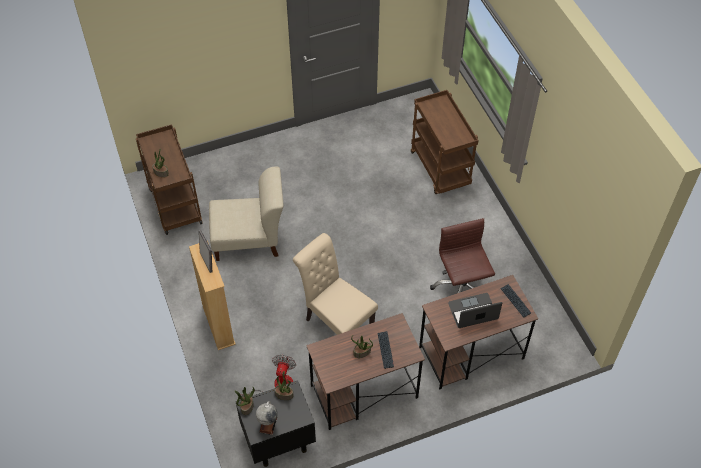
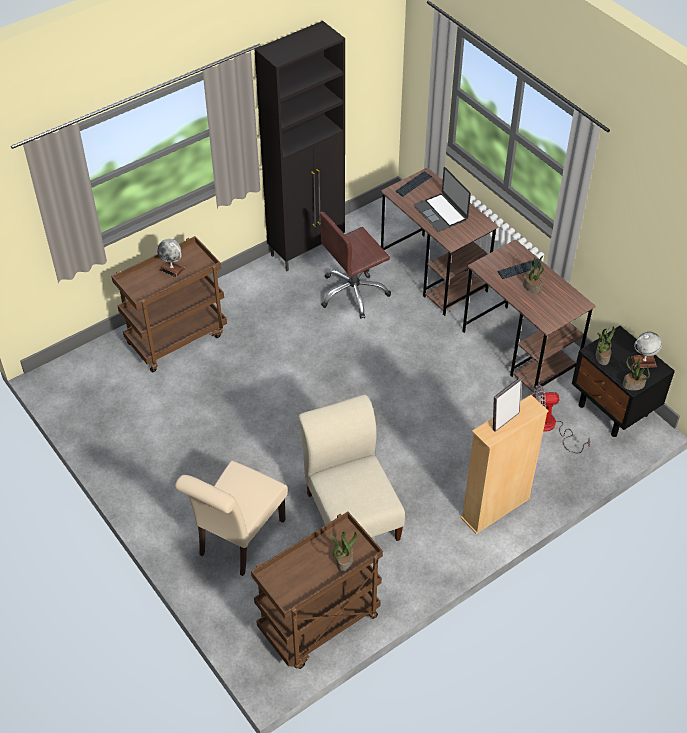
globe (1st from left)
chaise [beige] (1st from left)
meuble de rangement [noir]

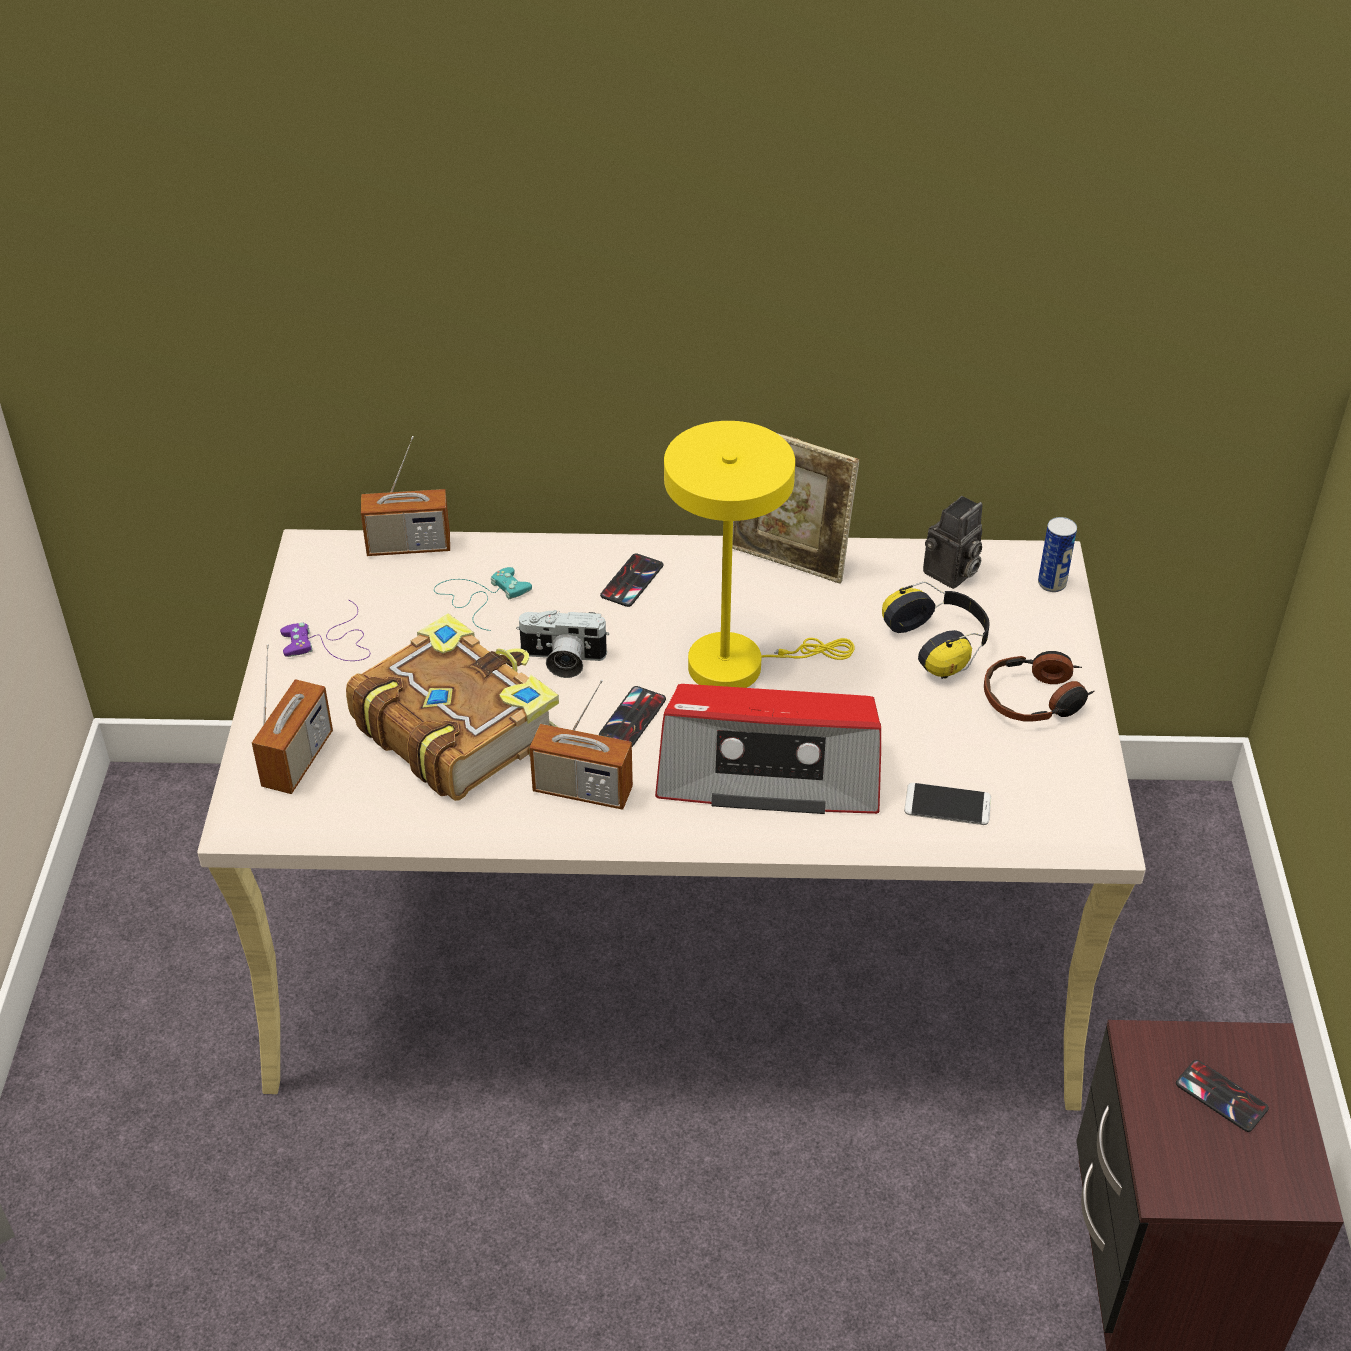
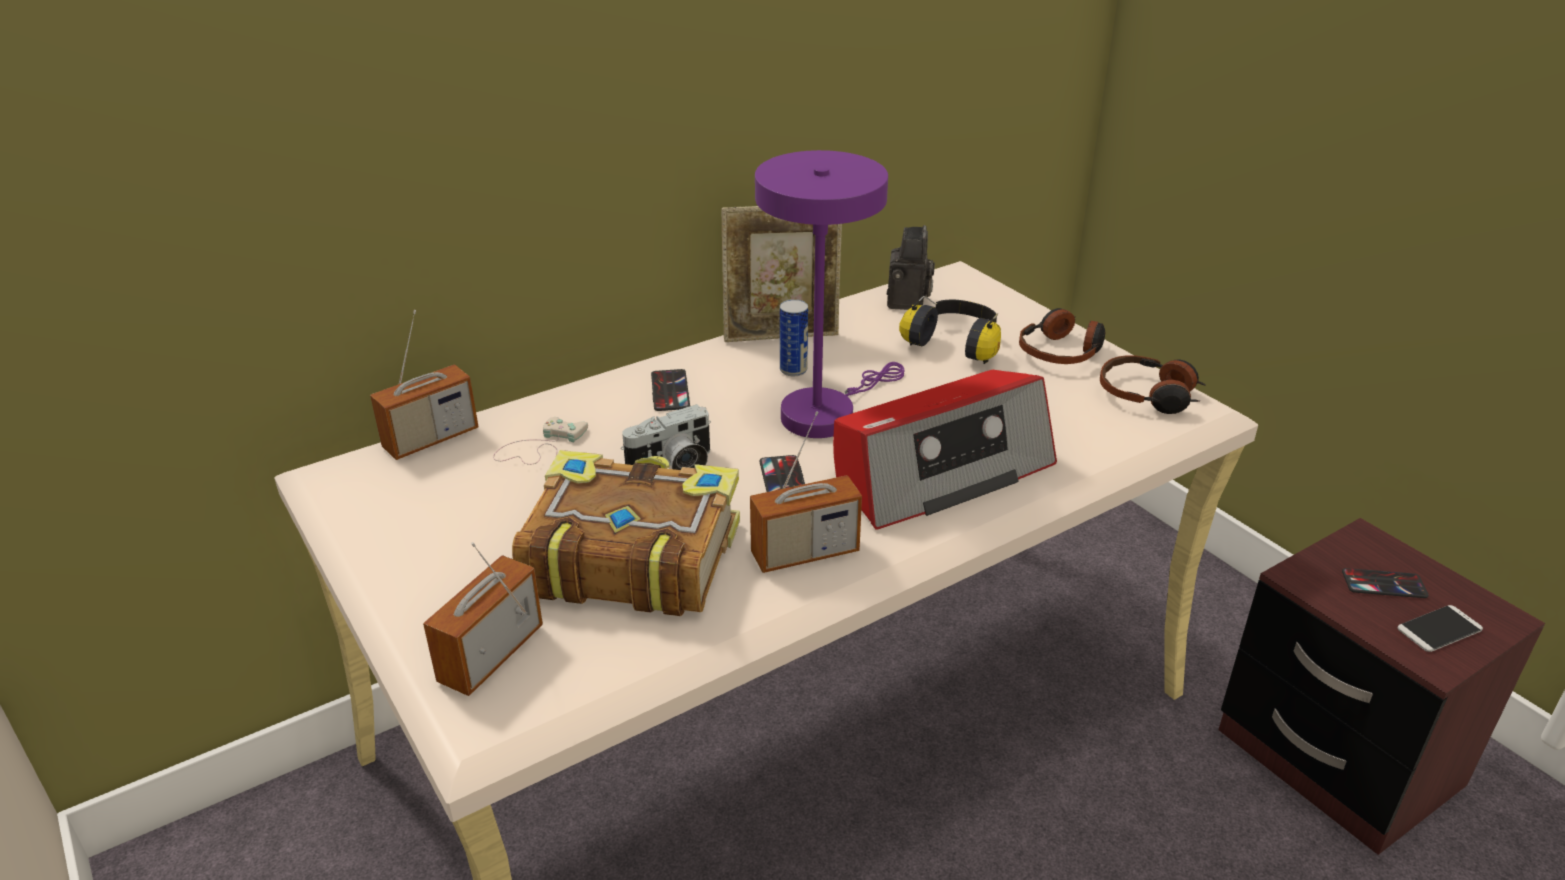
radio (2nd from left)
manette [blanc]
lampe de table [violet]
boîte métallique
casque audio (3rd from left)
téléphone (4th from left)
manette [violet]

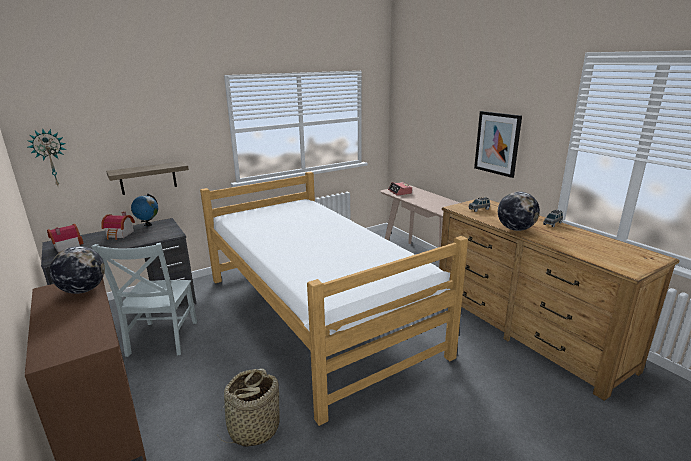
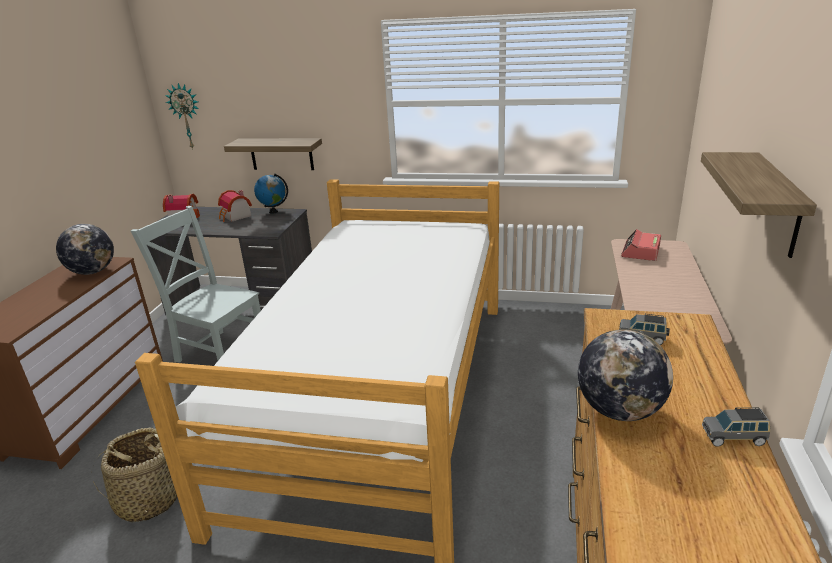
chaise [gris]
étagère (2nd from left)

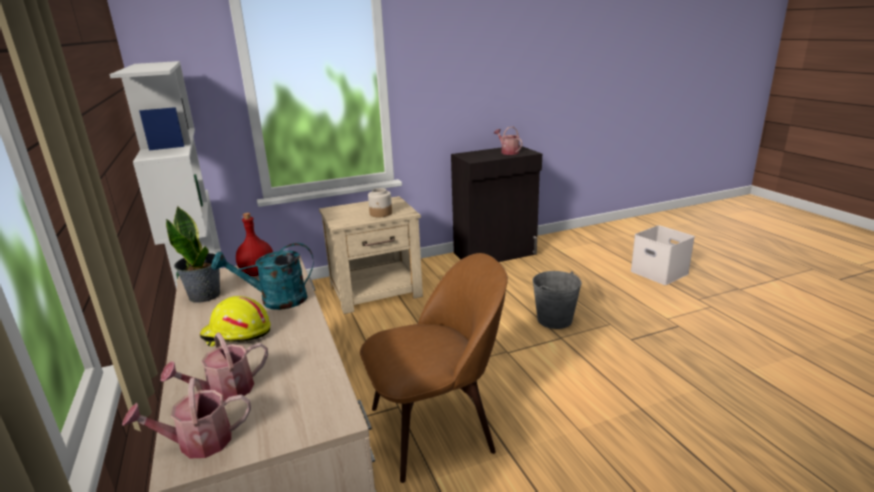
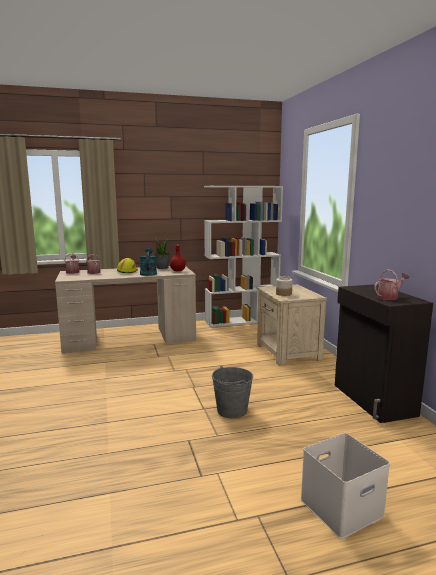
chaise [marron]

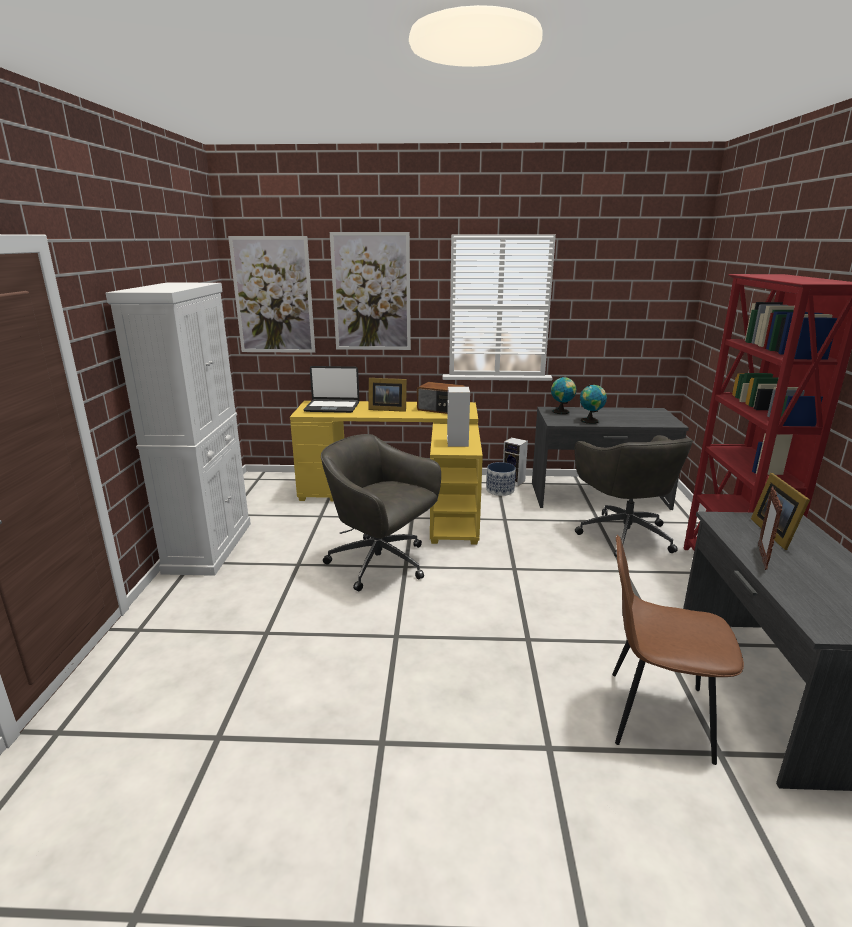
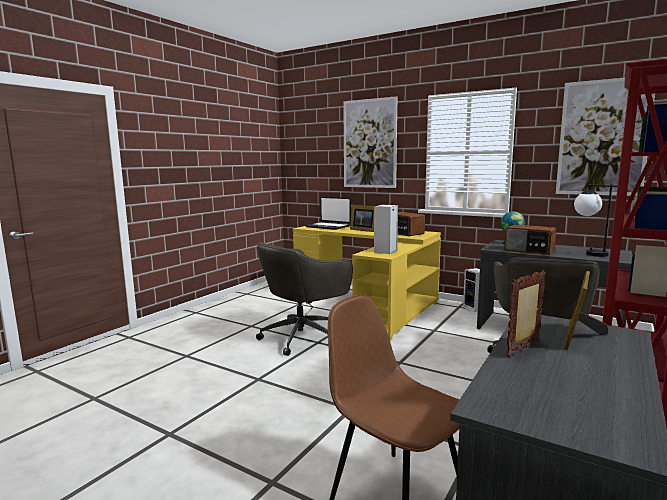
chaise de bureau [gris] (1st from left)
radio (2nd from left)
tableau (2nd from left)
lampe de table
meuble de rangement [blanc]
cache-pot

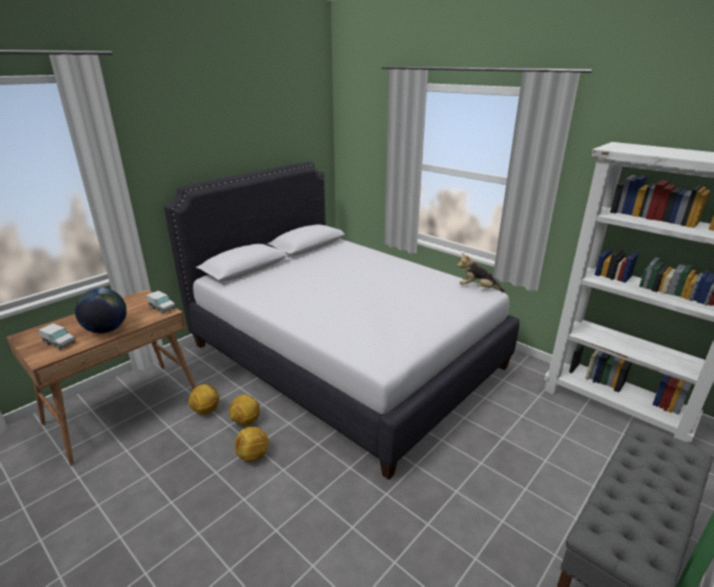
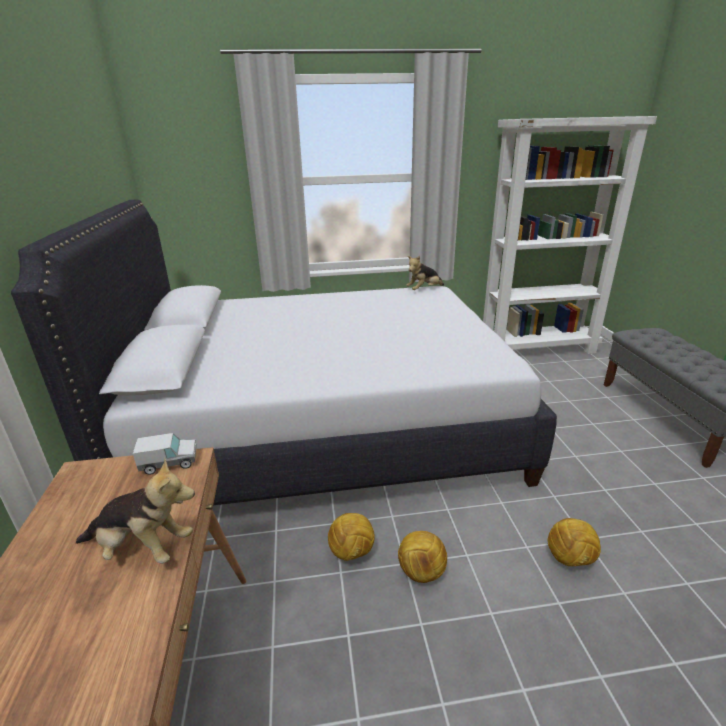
peluche (1st from left)
ballon de foot (3rd from left)
camion jouet (1st from left in the first image)

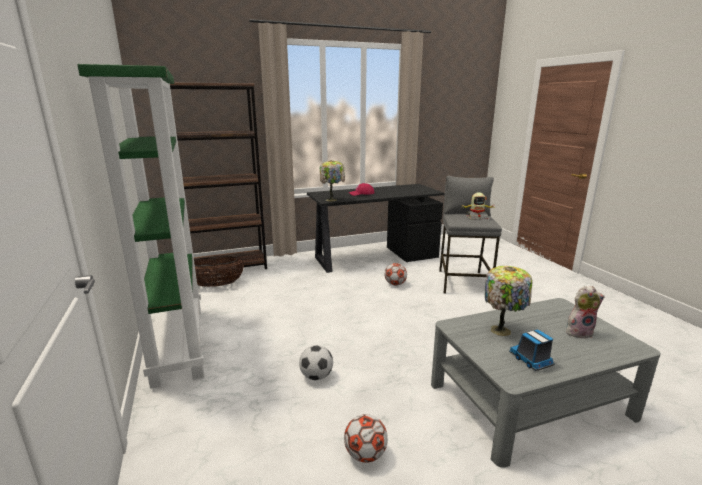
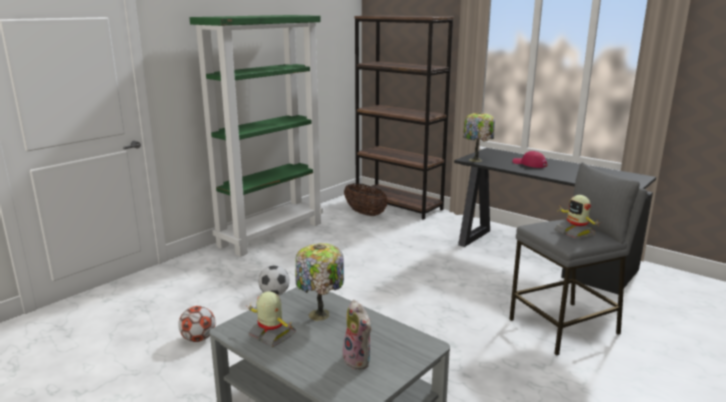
robot jouet (1st from left)
ballon de foot (3rd from left in the first image)

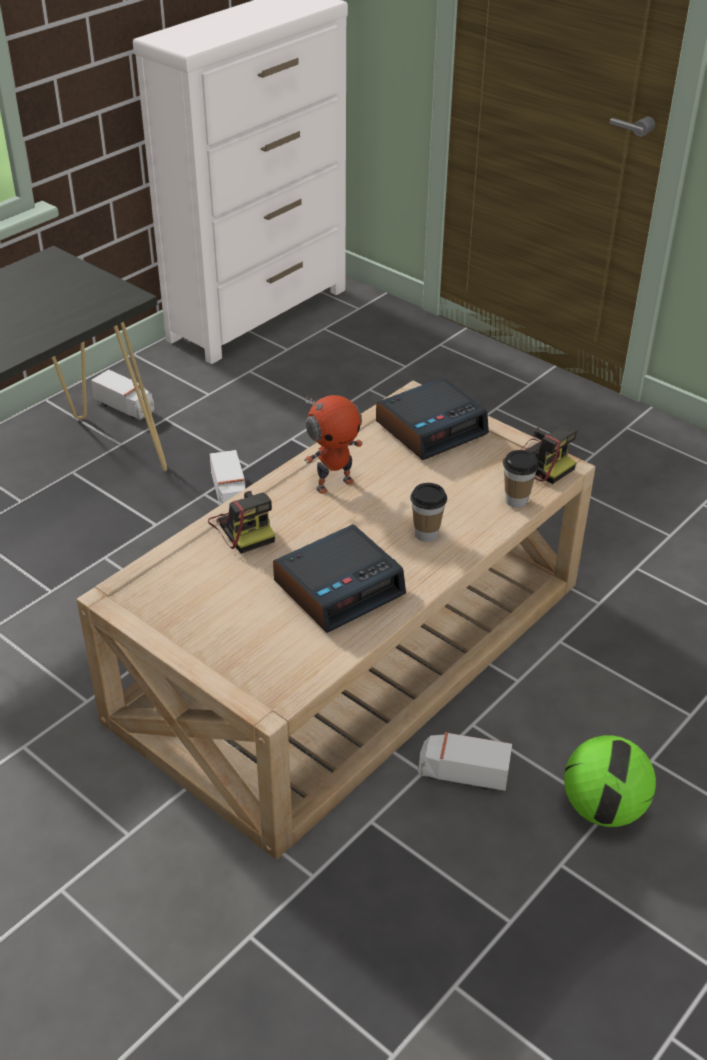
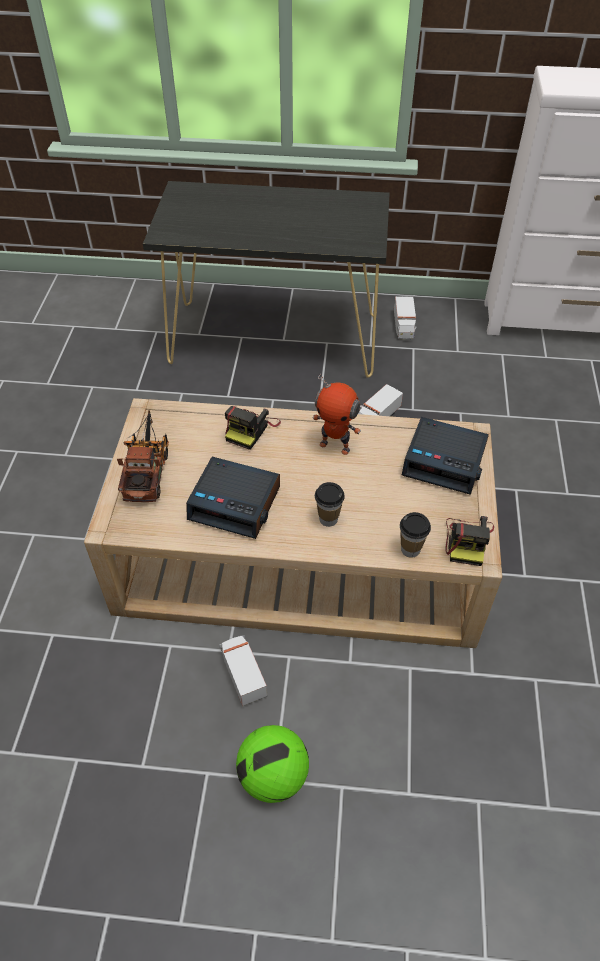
camion jouet (1st from left)

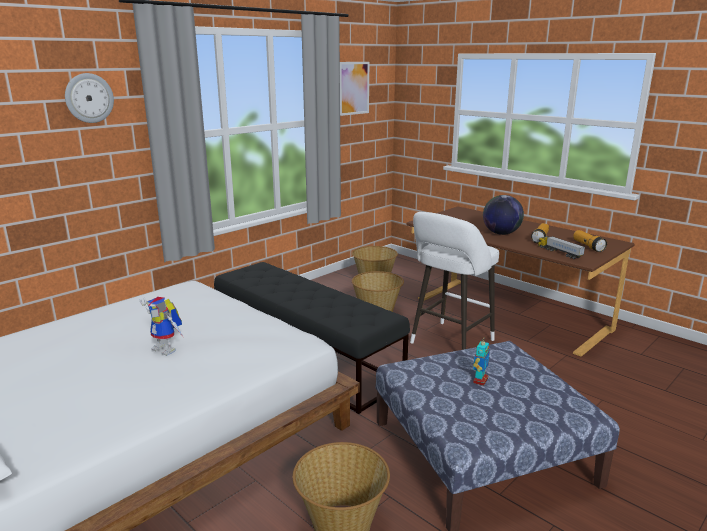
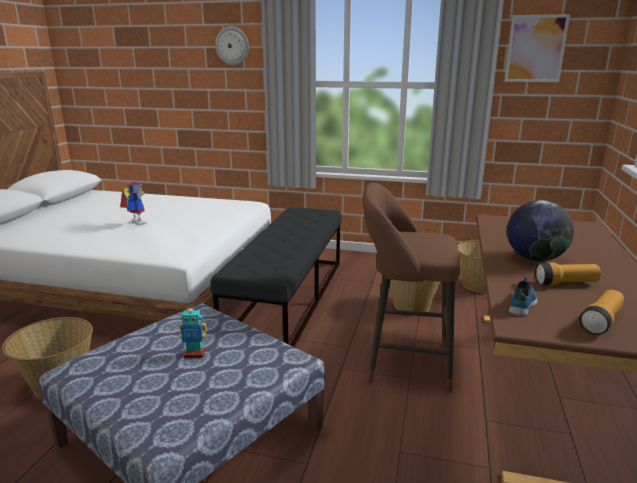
robot jouet (1st from left)
tabouret [marron]
chaussure

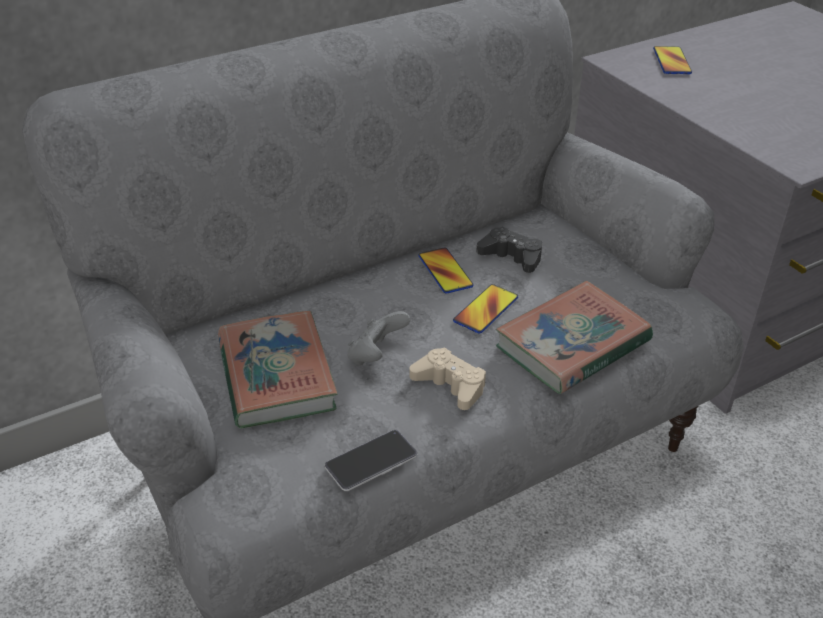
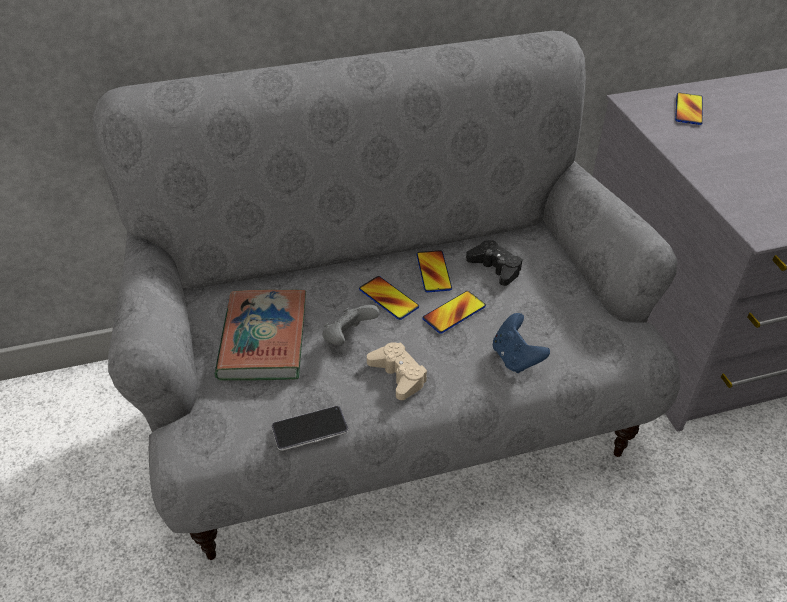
téléphone (2nd from left)
manette [bleu]

